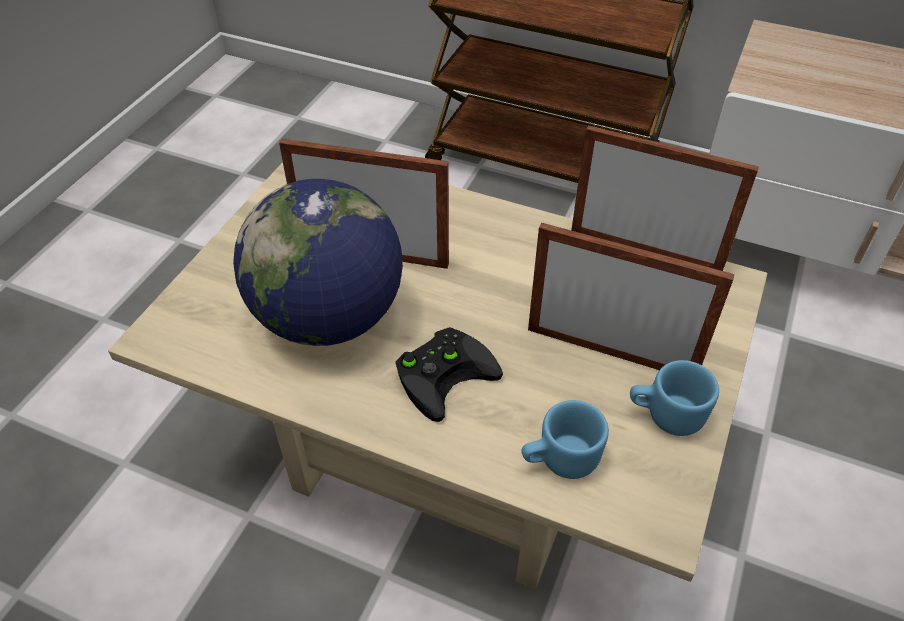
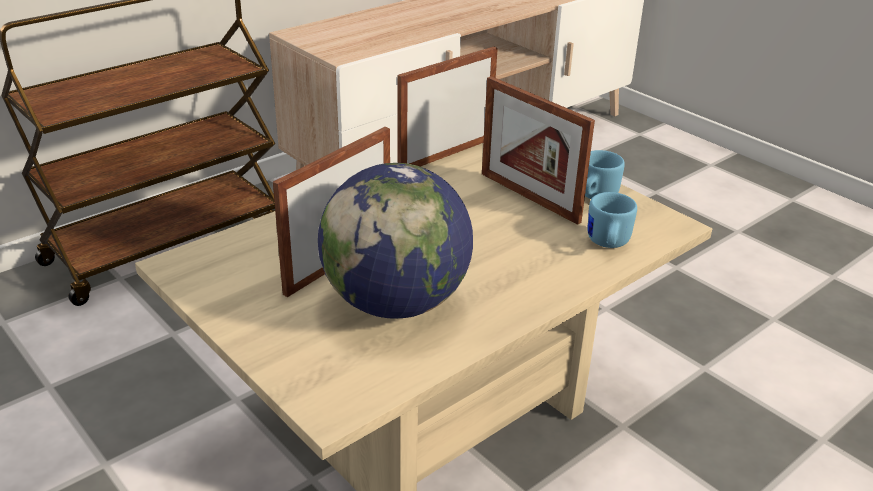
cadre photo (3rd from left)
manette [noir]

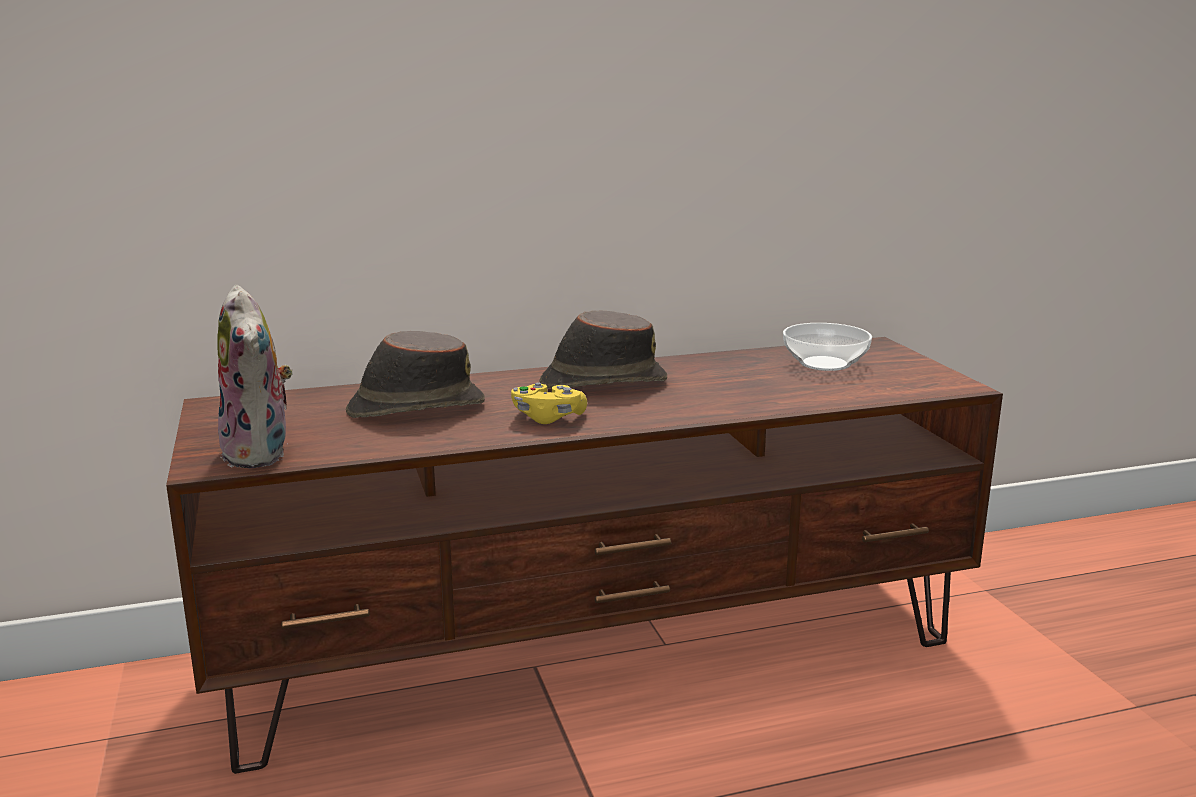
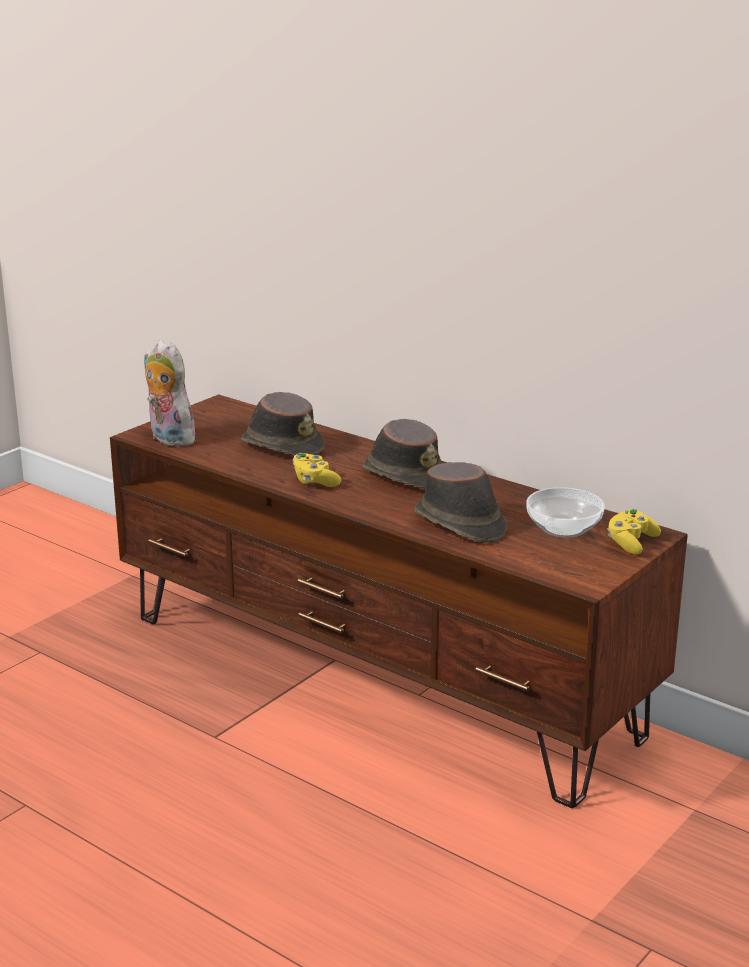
peluche
chapeau [marron] (3rd from left)
manette [jaune] (2nd from left)

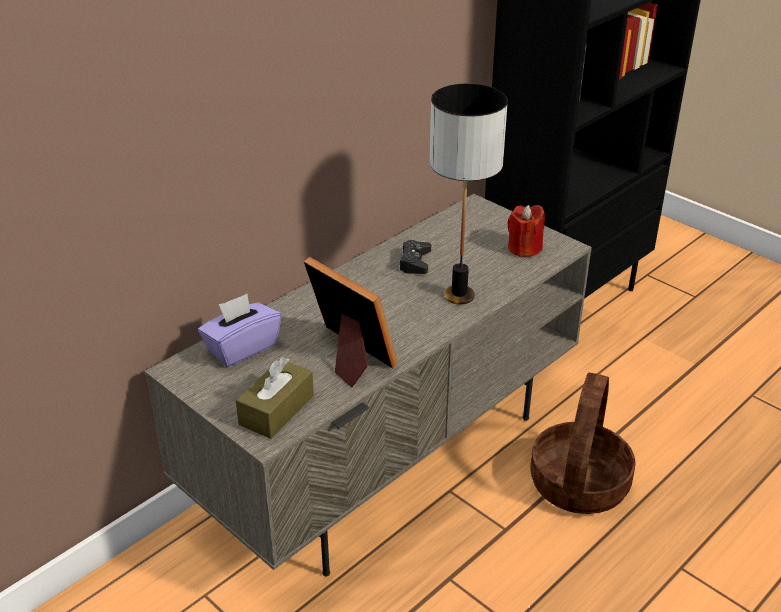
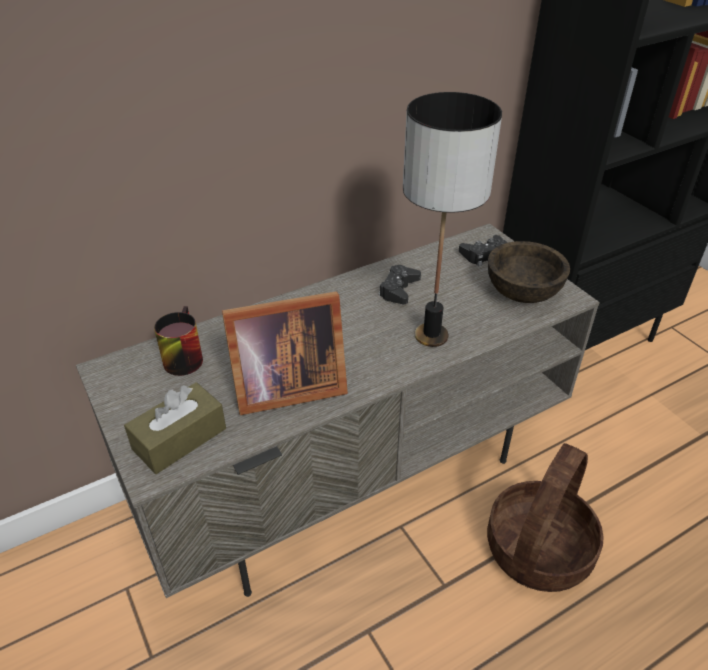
mug
cadre photo
manette [noir] (2nd from left)
bol [marron]

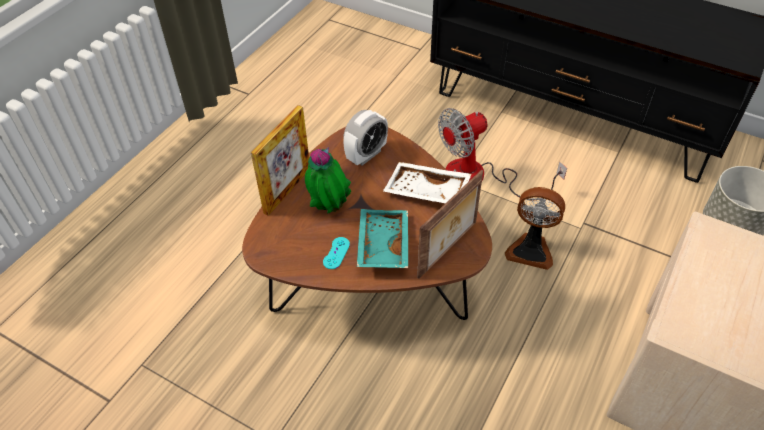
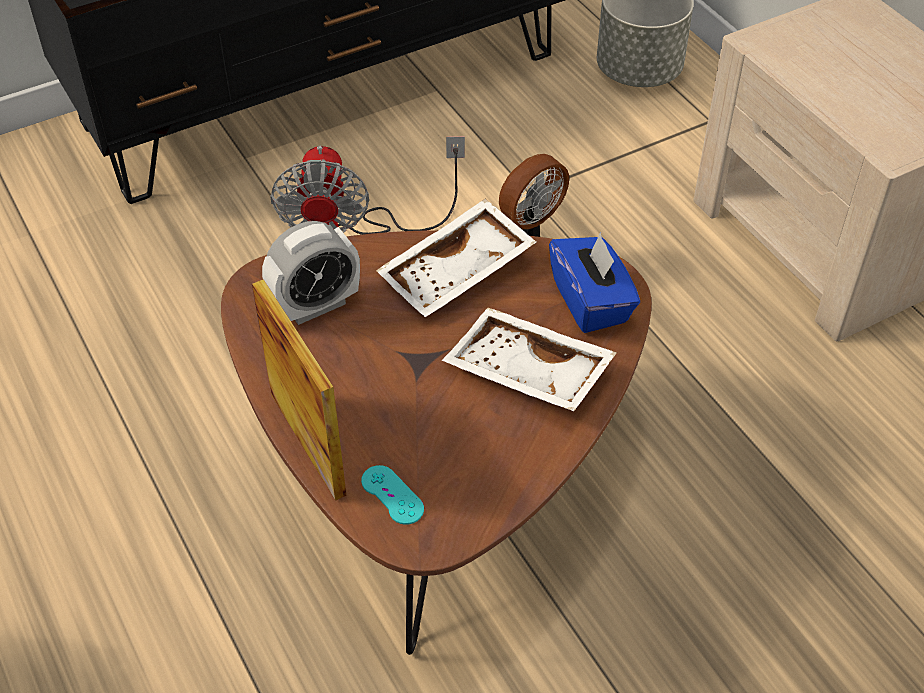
réveil
manette [turquoise]
plateau [blanc] (2nd from left)
boîte à mouchoirs [bleu]
plante en pot

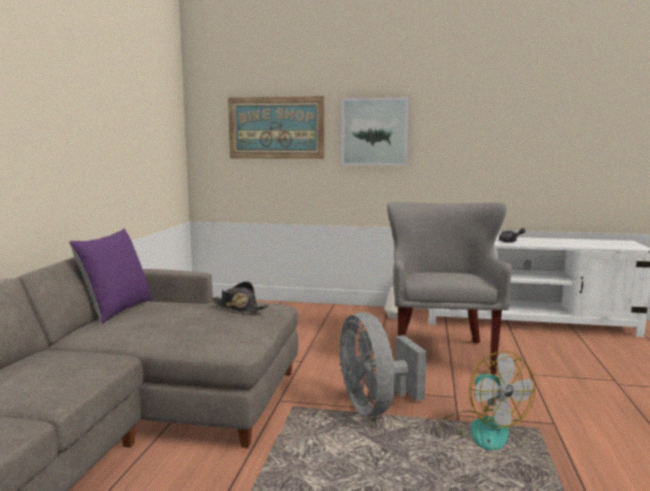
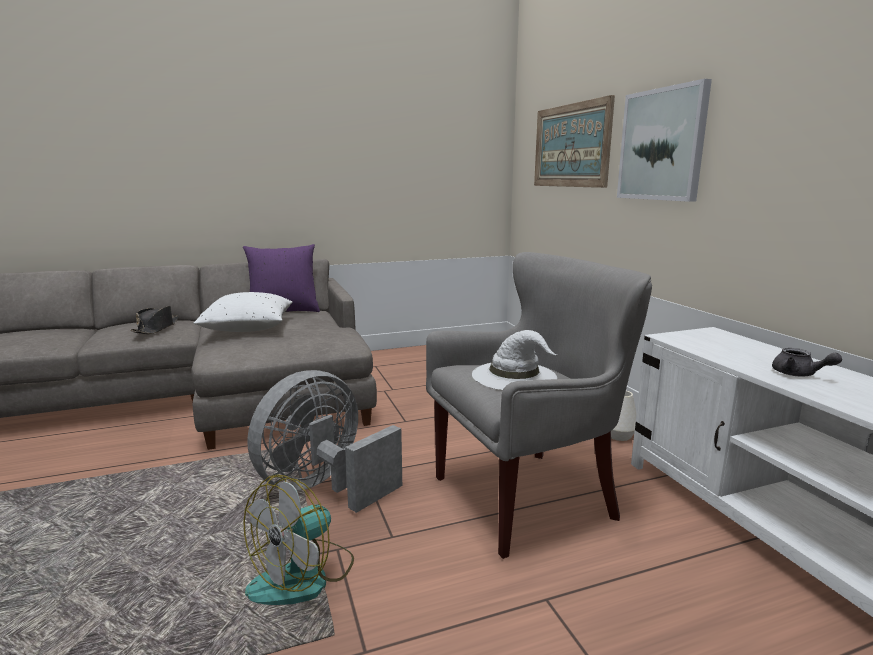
chapeau [noir]
coussin [blanc]
chapeau [blanc]

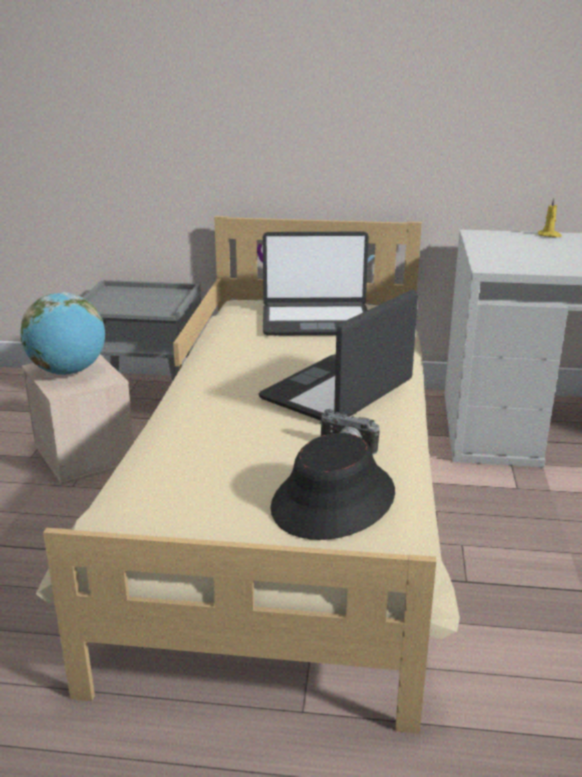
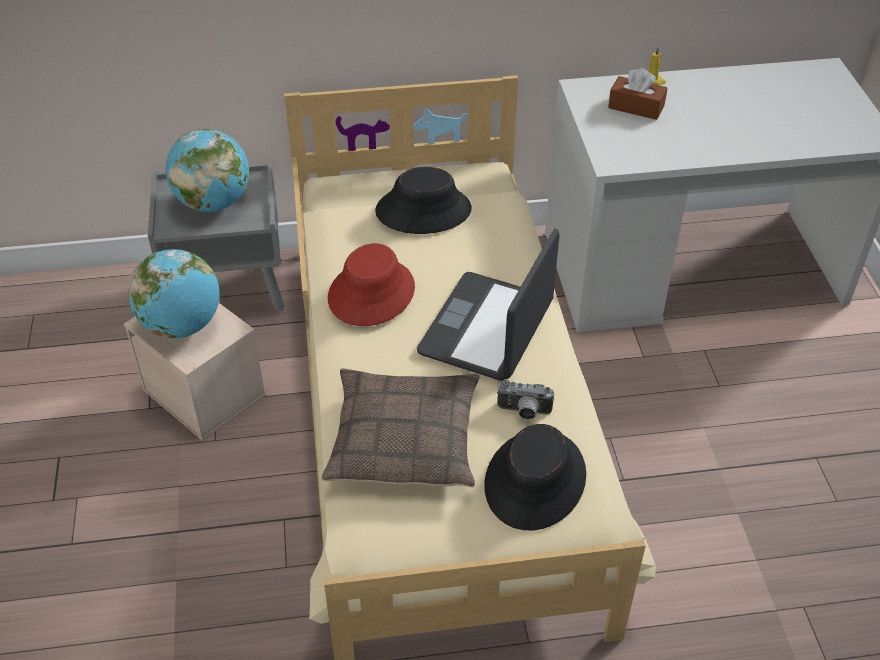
globe (2nd from left)
coussin
chapeau [rouge]
chapeau [noir] (1st from left)
boîte à mouchoirs [marron]

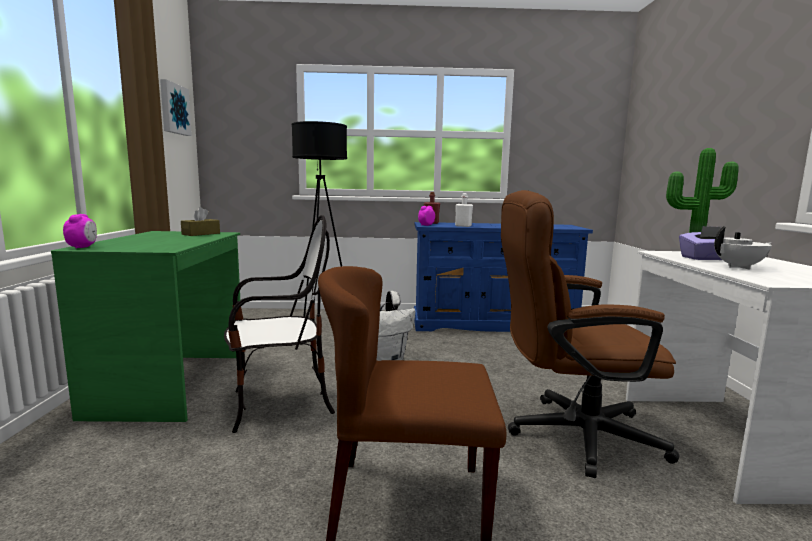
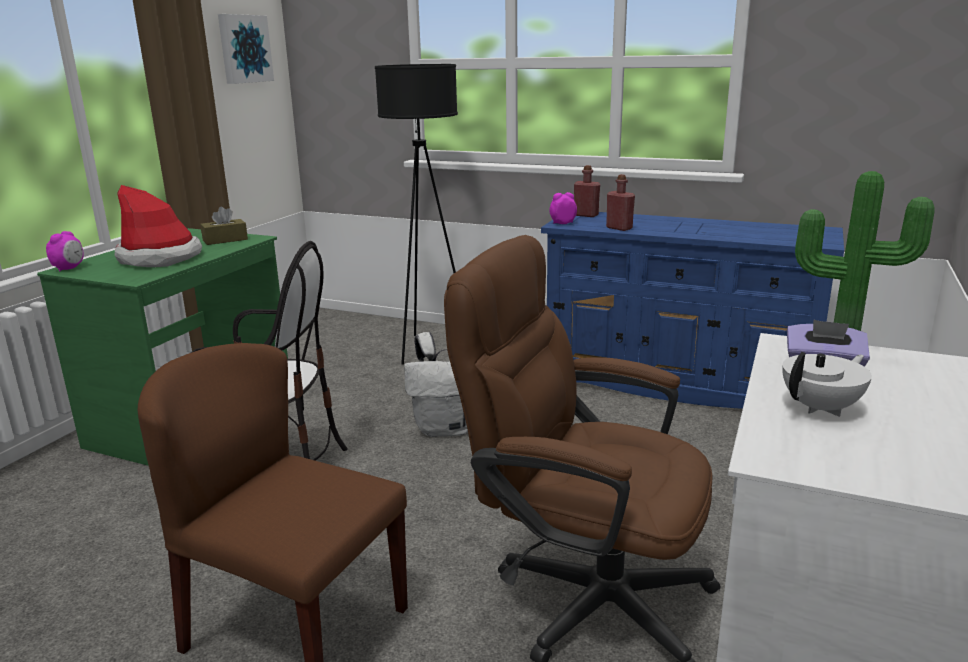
chapeau
bouteille [rouge] (2nd from left)
théière [blanc]

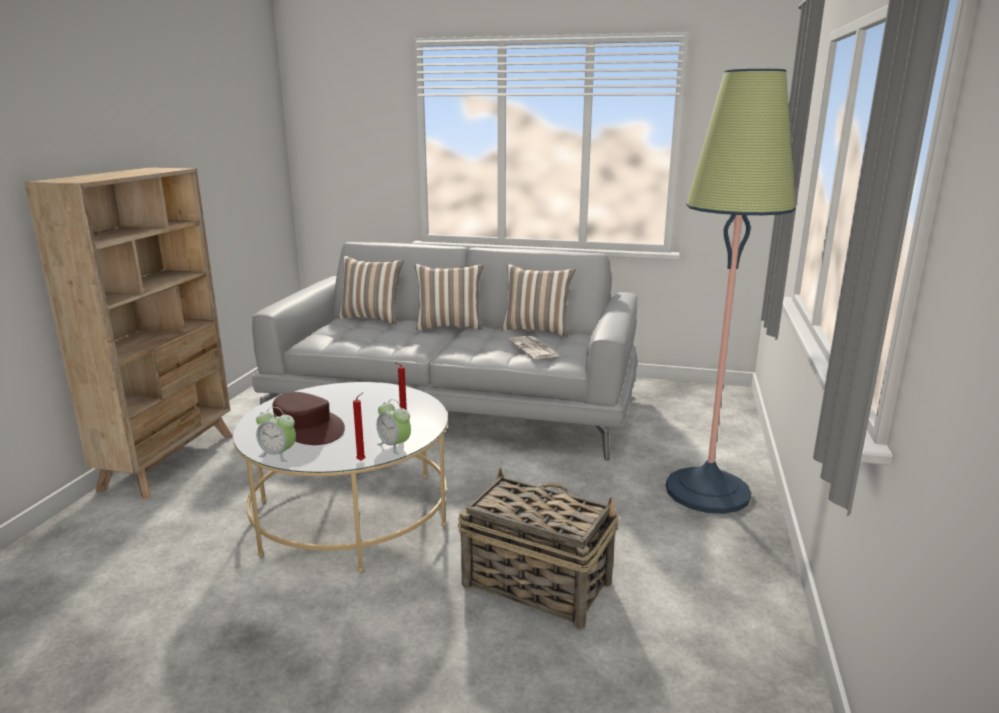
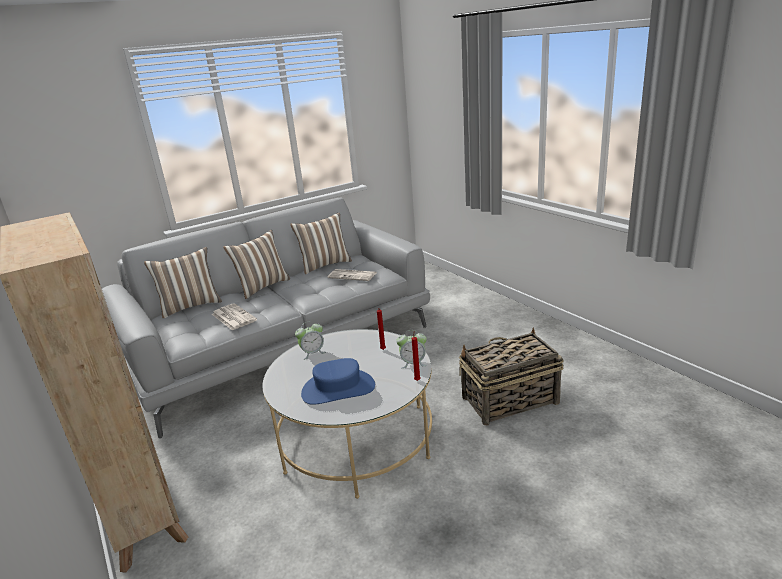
journal (1st from left)
réveil (1st from left)
chapeau [bleu]
lampadaire

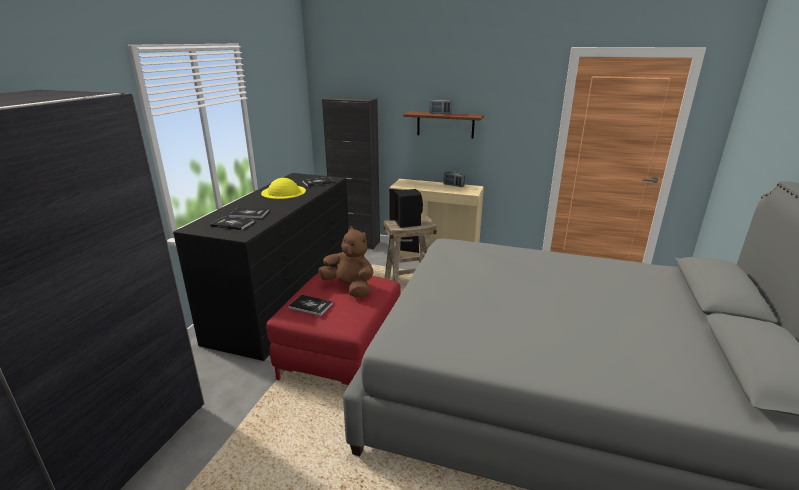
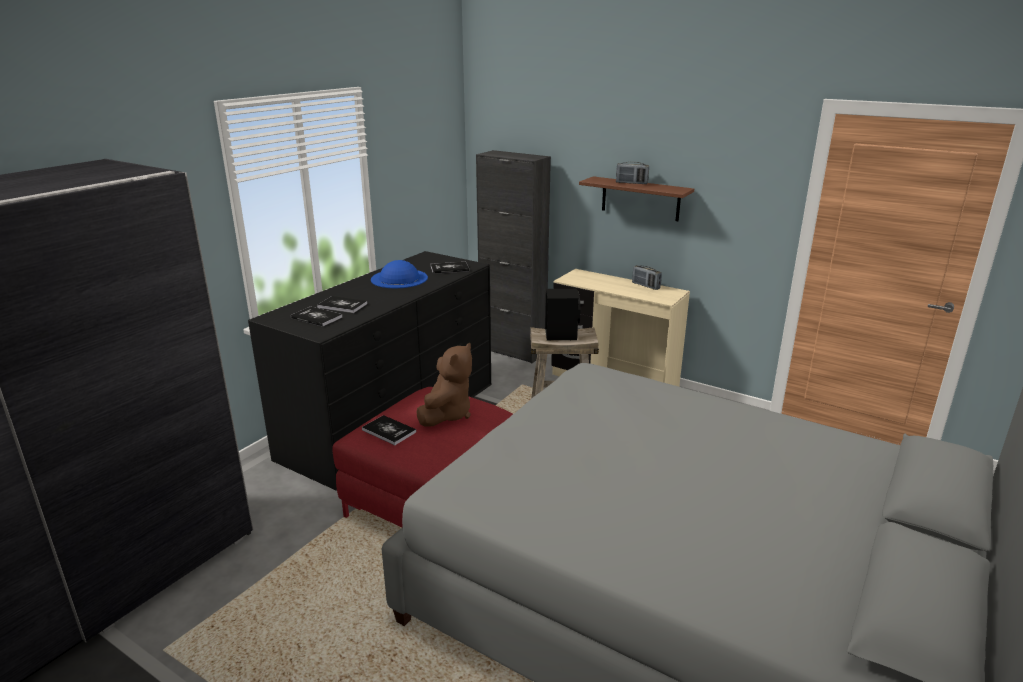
chapeau [bleu]
peluche [marron]

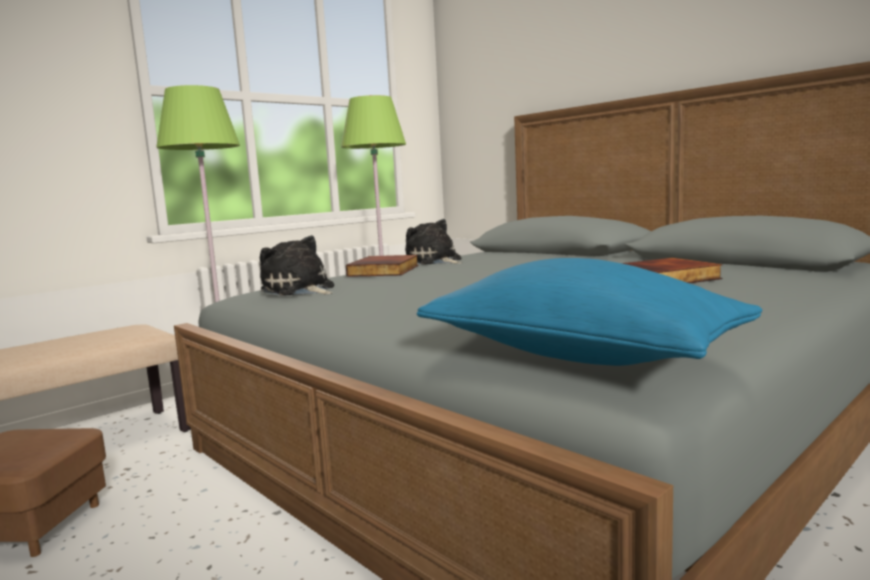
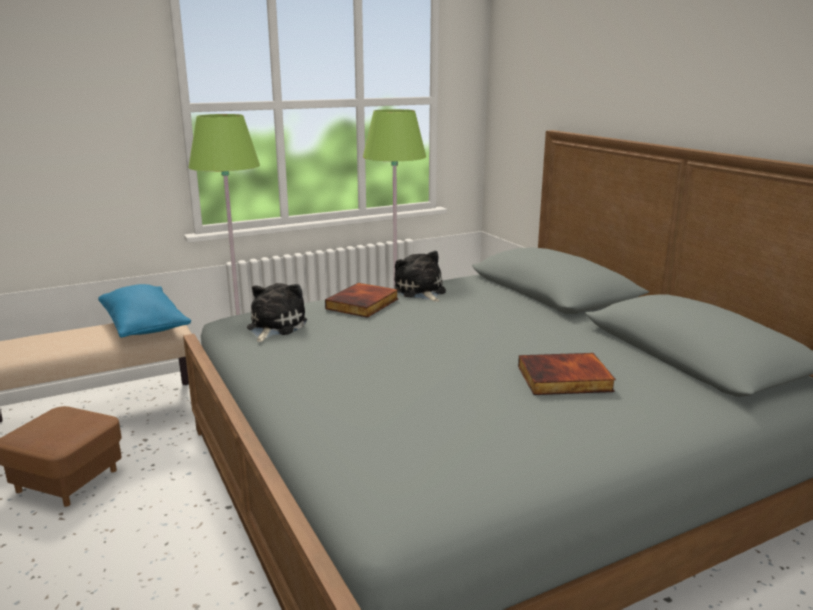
coussin [bleu]
peluche (1st from left)

